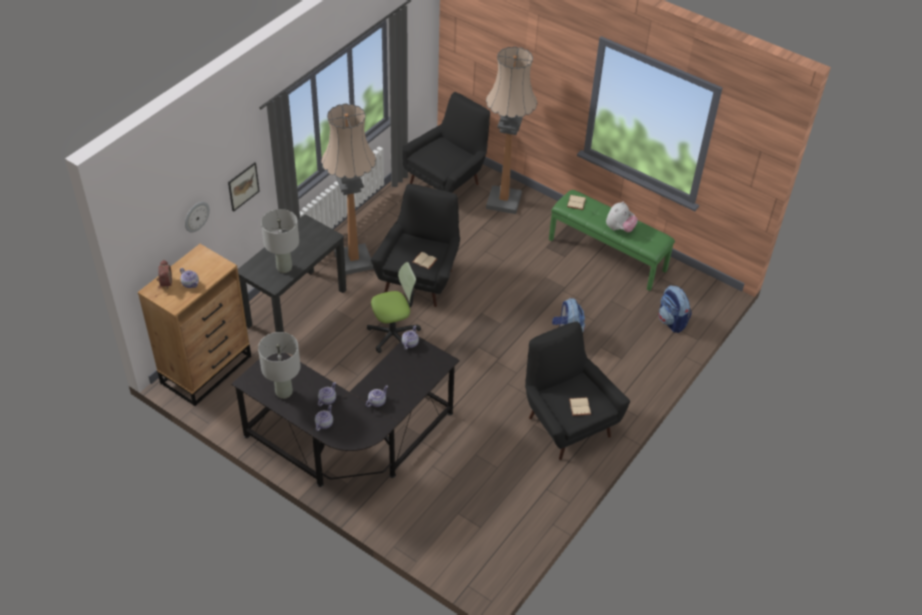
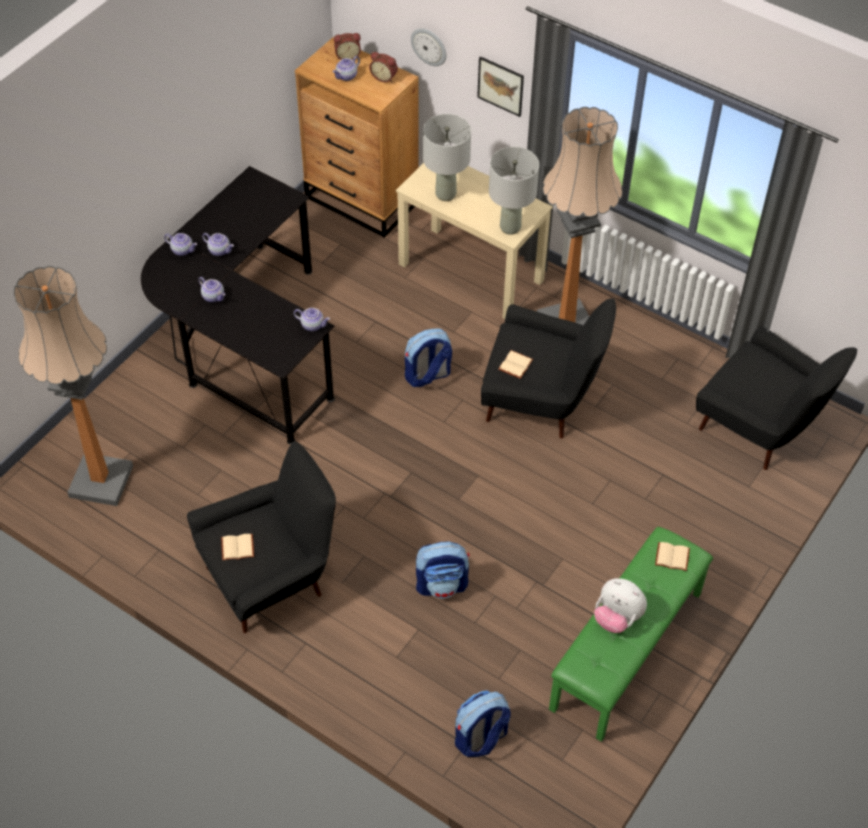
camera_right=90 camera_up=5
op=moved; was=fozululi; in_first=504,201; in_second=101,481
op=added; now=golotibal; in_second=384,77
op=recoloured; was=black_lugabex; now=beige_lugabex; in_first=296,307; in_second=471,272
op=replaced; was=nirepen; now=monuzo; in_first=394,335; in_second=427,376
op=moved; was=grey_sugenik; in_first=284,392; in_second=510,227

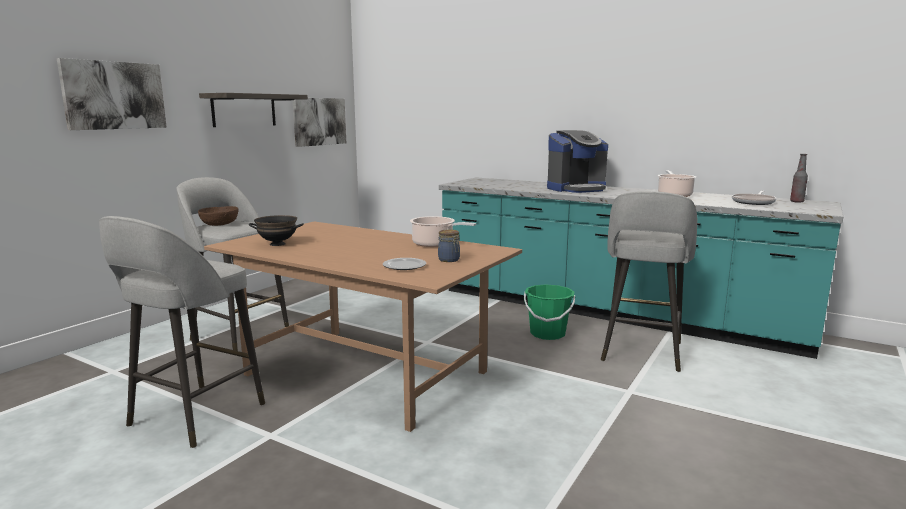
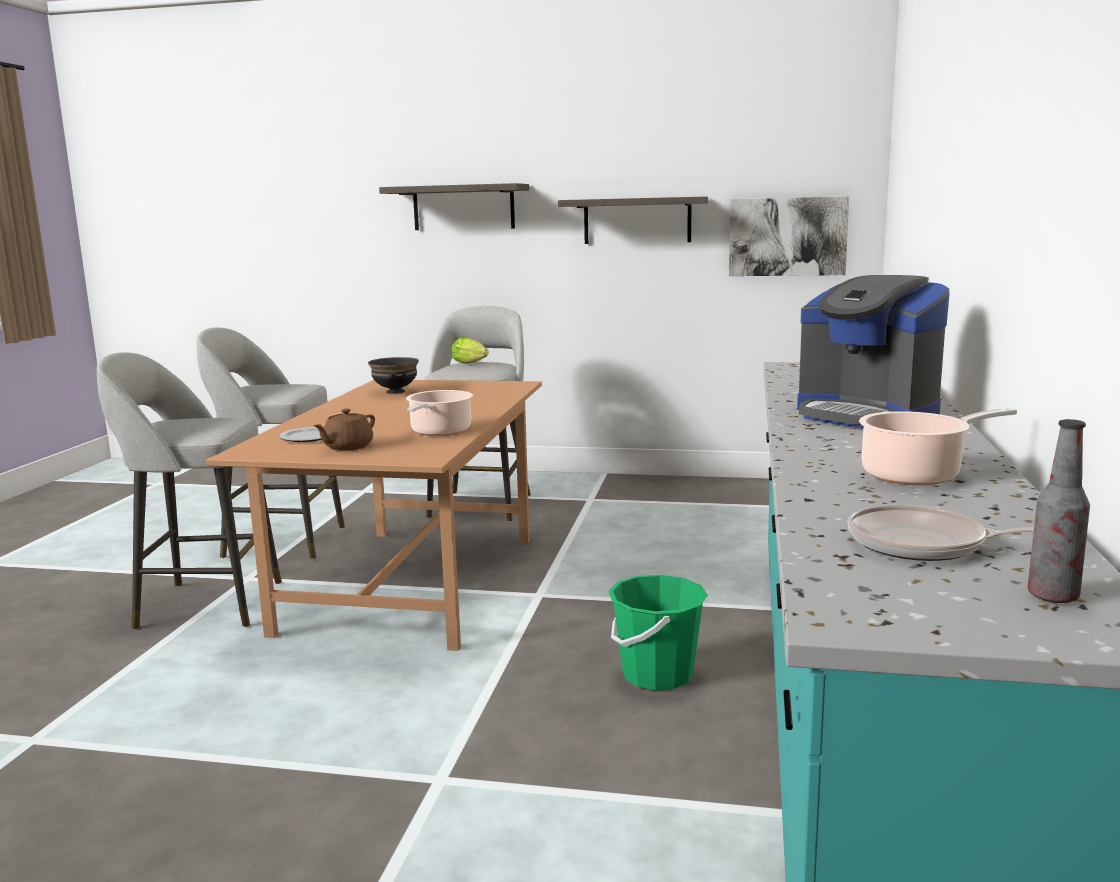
camera_right=70 camera_up=0
op=moved; was=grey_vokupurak; in_first=641,353; in_second=205,604
op=replaced; was=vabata; now=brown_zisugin; in_first=449,260; in_second=347,447
op=replaced; was=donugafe; now=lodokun; in_first=114,95; in_second=463,207
op=replaced; was=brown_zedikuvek; now=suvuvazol; in_first=219,224; in_second=471,363

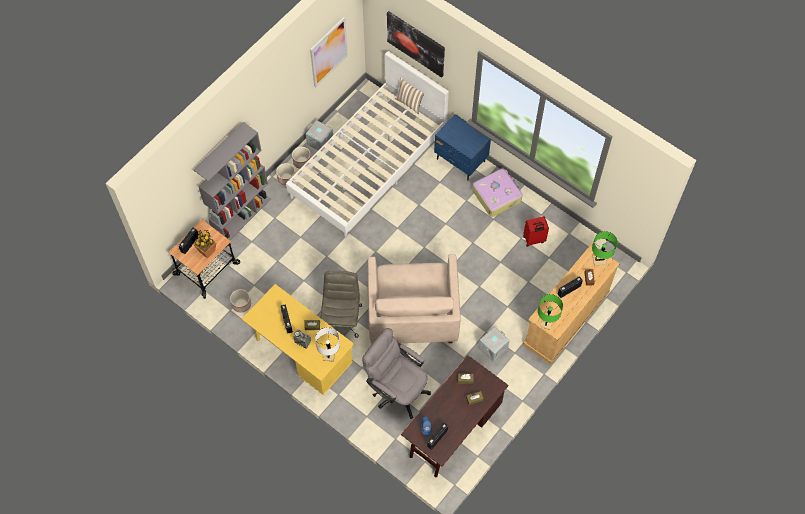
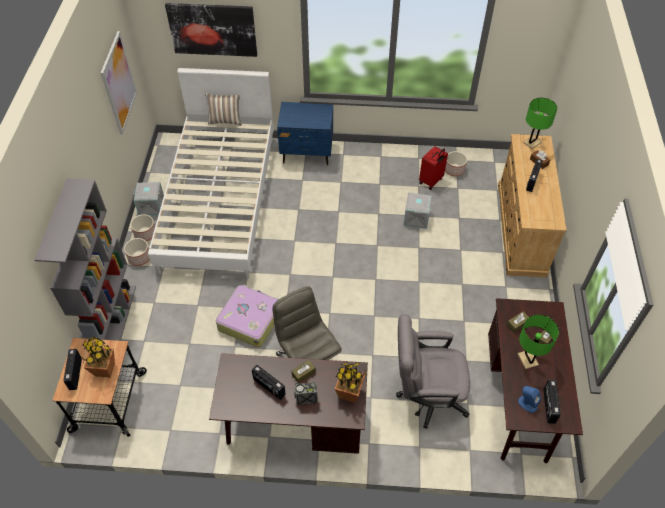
camera_right=-35 camera_up=-10
op=recoloured; was=yellow_lugabex; now=brown_lugabex; in_first=302,355; in_second=293,427
op=moved; was=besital; in_first=497,195; in_second=250,320
op=replaced; was=white_sugenik; now=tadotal; in_first=329,354; in_second=349,392
op=moved; was=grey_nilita; in_first=492,347; in_second=416,218
op=moved; was=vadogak; in_first=241,304; in_second=454,170
op=moved; was=green_sugenik; in_first=546,322; in_second=527,359
op=removed; was=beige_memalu; in_first=412,313

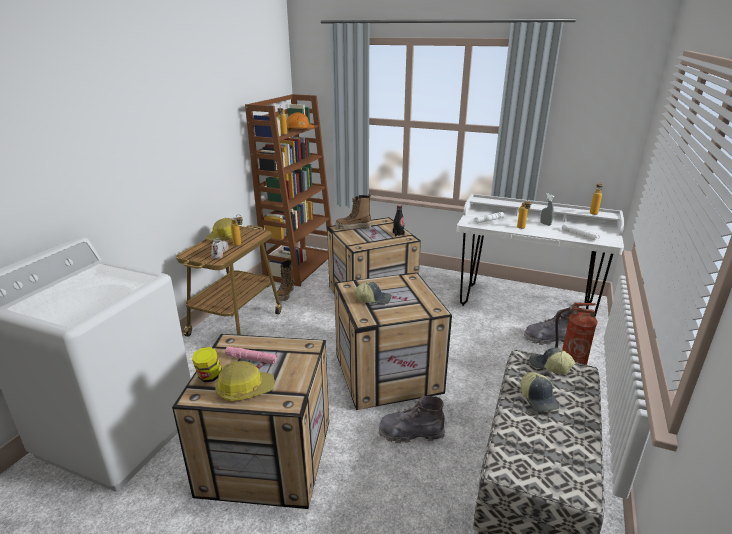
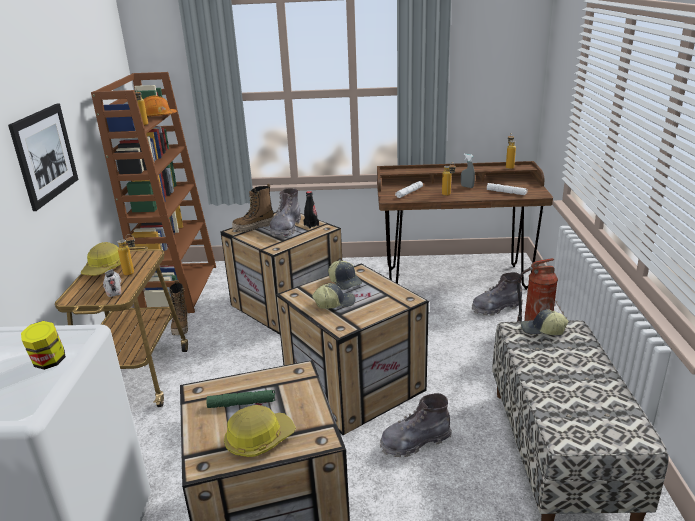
camera_right=-20 camera_up=0
op=added; now=donugafe; in_second=45,155
op=moved; was=vabata; in_first=209,377; in_second=49,362
op=recoloured; was=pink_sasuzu; now=green_sasuzu; in_first=252,359; in_second=242,403
op=added; now=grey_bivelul; in_second=286,228
op=moved; was=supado; in_first=538,399; in_second=345,281
op=recoloured; was=white_lugabex; now=brown_lugabex; in_first=525,305; in_second=455,278

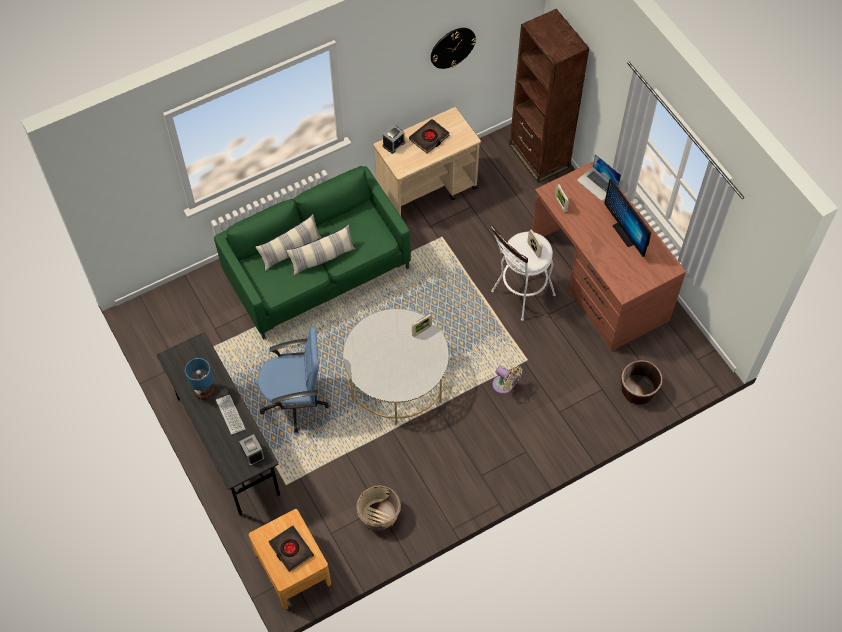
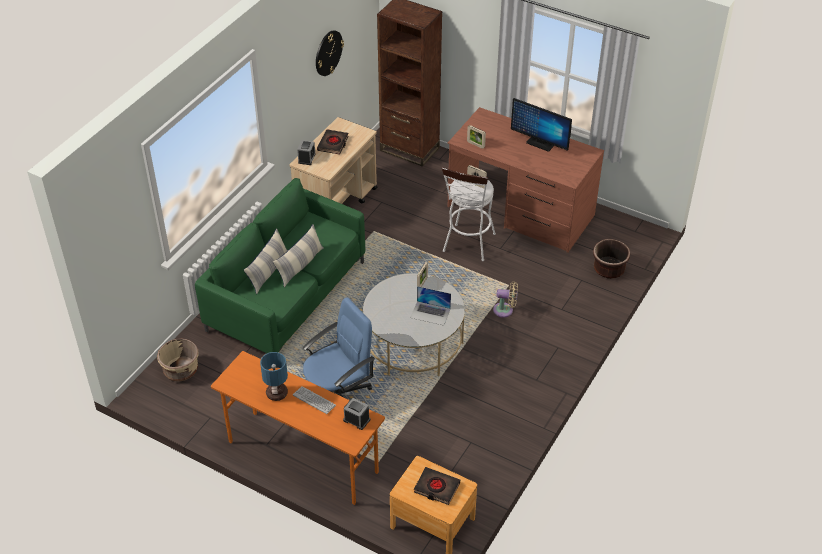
camera_right=-30 camera_up=-15
op=moved; was=beige_vadogak; in_first=379,515; in_second=181,371
op=recoloured; was=grey_lugabex; now=orange_lugabex; in_first=227,445; in_second=302,457
op=moved; was=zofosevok; in_first=597,184; in_second=430,313

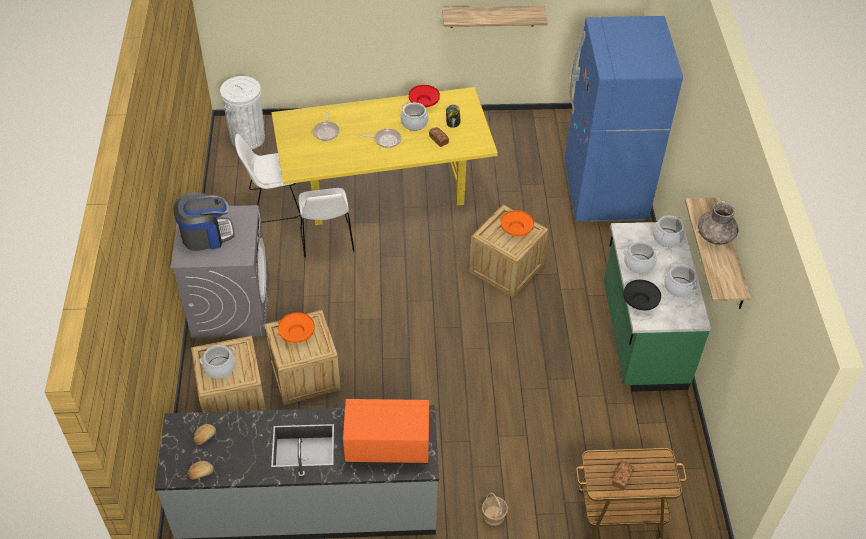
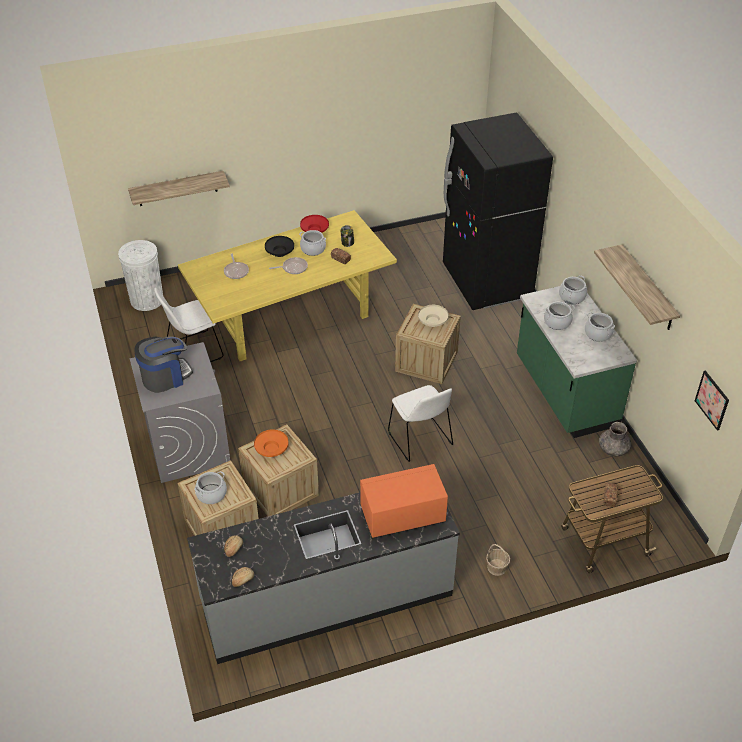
camera_right=-15 camera_up=-5
op=moved; was=lodokun; in_first=492,16; in_second=177,188
op=moved; was=black_zedikuvek; in_first=640,301; in_second=280,252
op=moved; was=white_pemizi; in_first=327,240; in_second=421,440
op=recoloured; was=orange_zedikuvek; now=beige_zedikuvek; in_first=516,229; in_second=432,321
op=recoloured; was=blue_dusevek; now=black_dusevek; in_first=605,192; in_second=487,282
op=moved; was=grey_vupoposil; in_first=715,236; in_second=613,449
op=added; now=donugafe; in_second=712,400

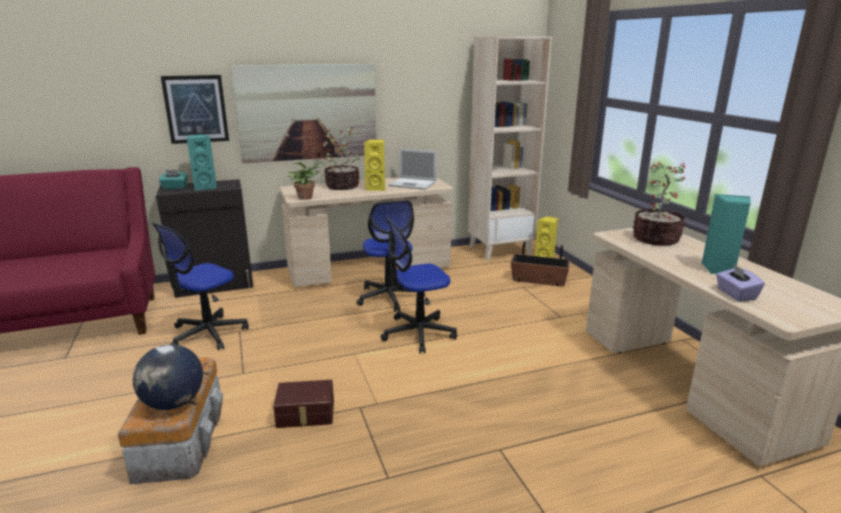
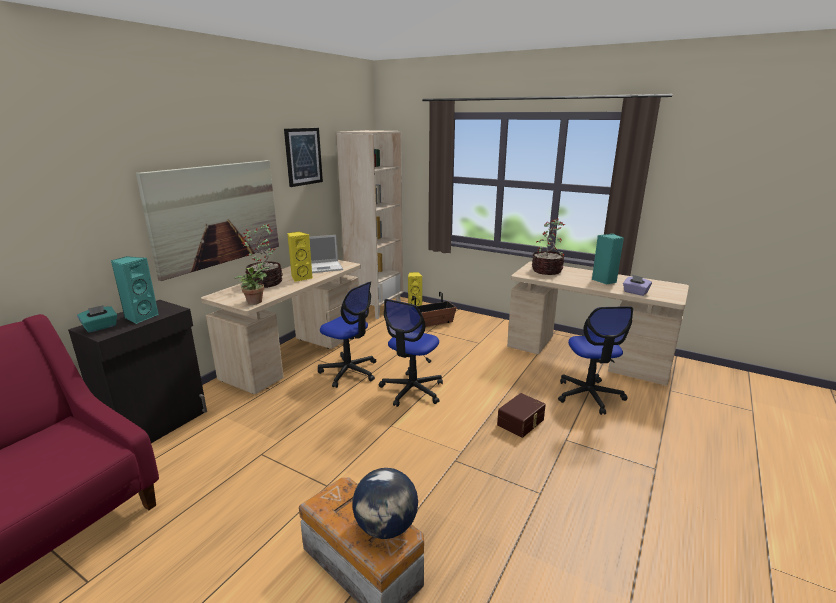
camera_right=-40 camera_up=0
op=moved; was=donugafe; in_first=196,109; in_second=303,156
op=moved; was=brown_nilita; in_first=305,414; in_second=521,422
op=moved; was=nirepen; in_first=207,334; in_second=589,395

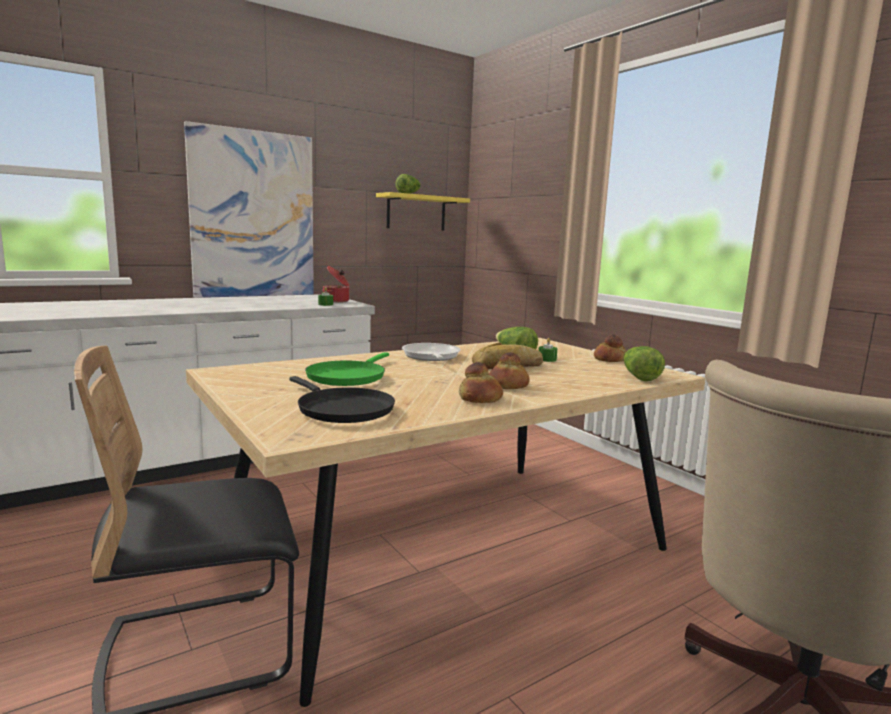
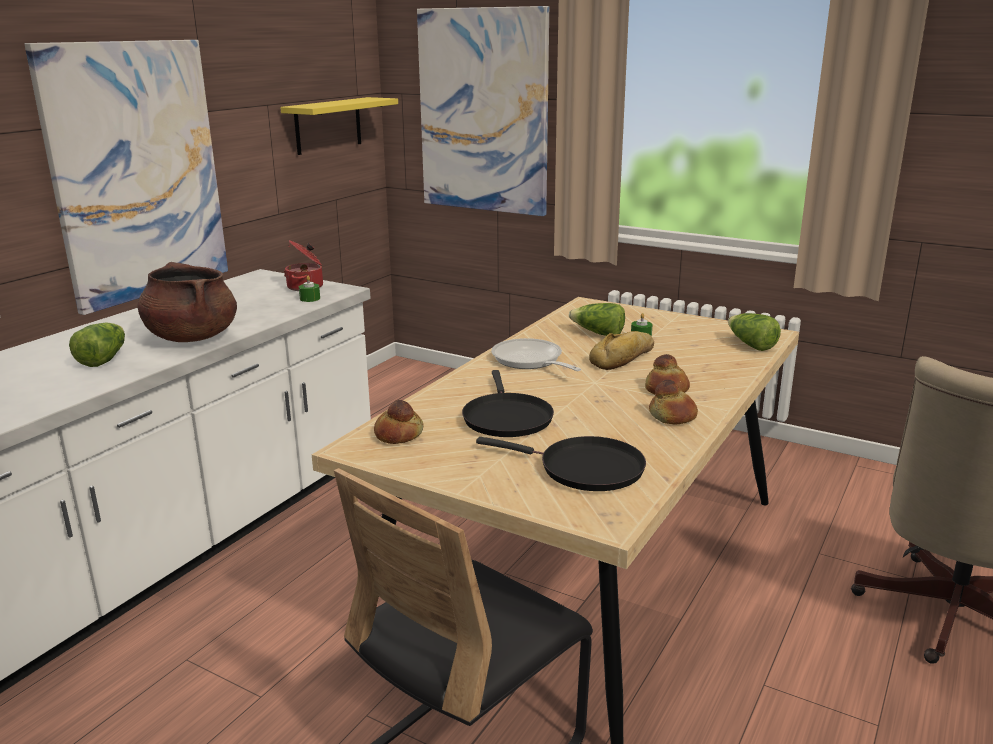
camera_right=-25 camera_up=10
op=moved; was=suvuvazol; in_first=408,194; in_second=103,359
op=added; now=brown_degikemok; in_second=192,337
op=moved; was=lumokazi; in_first=609,359; in_second=398,434
op=added; now=donugafe; in_second=483,112
op=recoloured; was=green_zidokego; now=black_zidokego; in_first=348,377; in_second=506,418

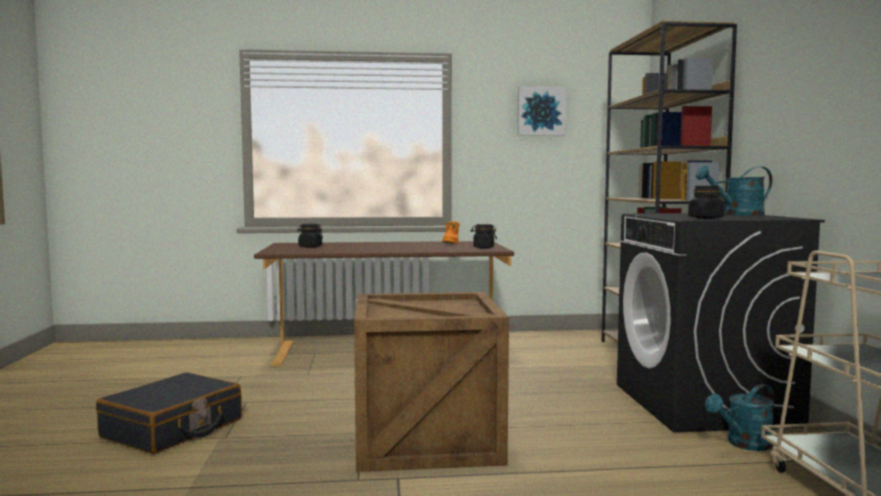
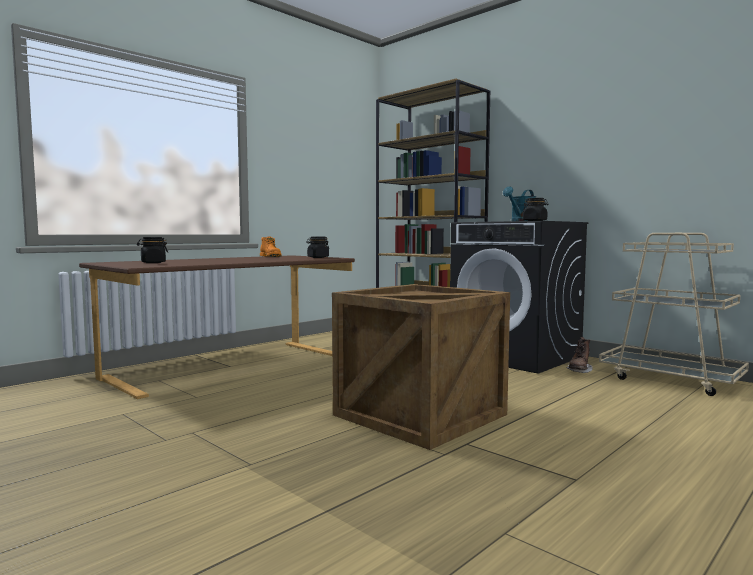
camera_right=-40 camera_up=0
op=replaced; was=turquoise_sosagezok; now=brown_bivelul; in_first=744,444; in_second=579,371
op=removed; was=black_besital; in_first=173,429
op=removed; was=donugafe; in_first=541,111

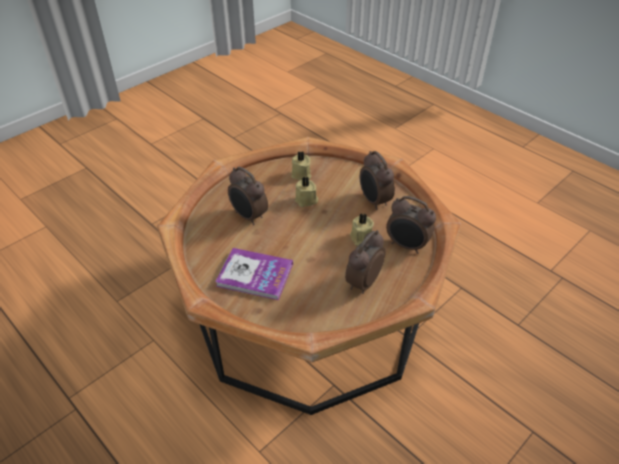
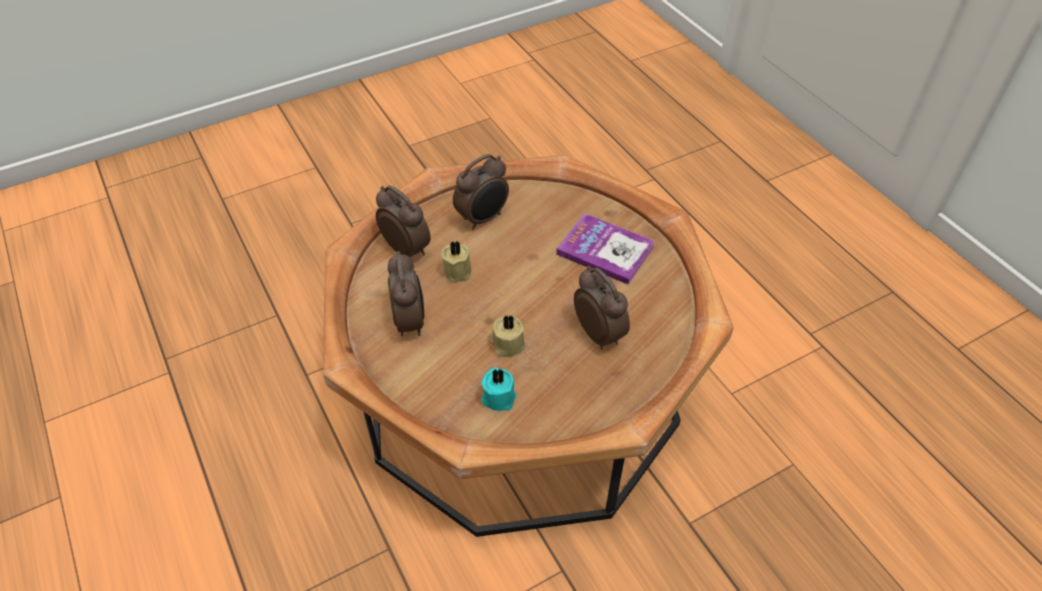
camera_right=-165 camera_up=5
op=recoloured; was=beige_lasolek; now=turquoise_lasolek; in_first=301,175; in_second=498,396

